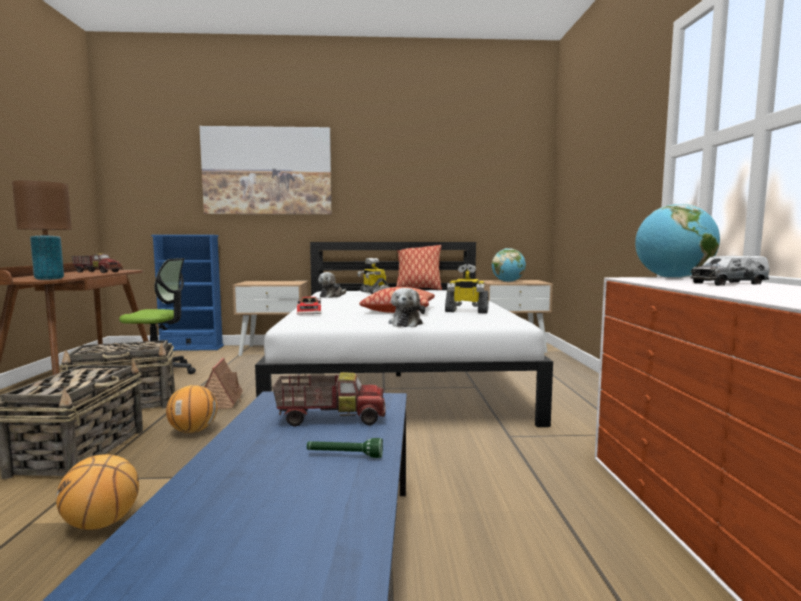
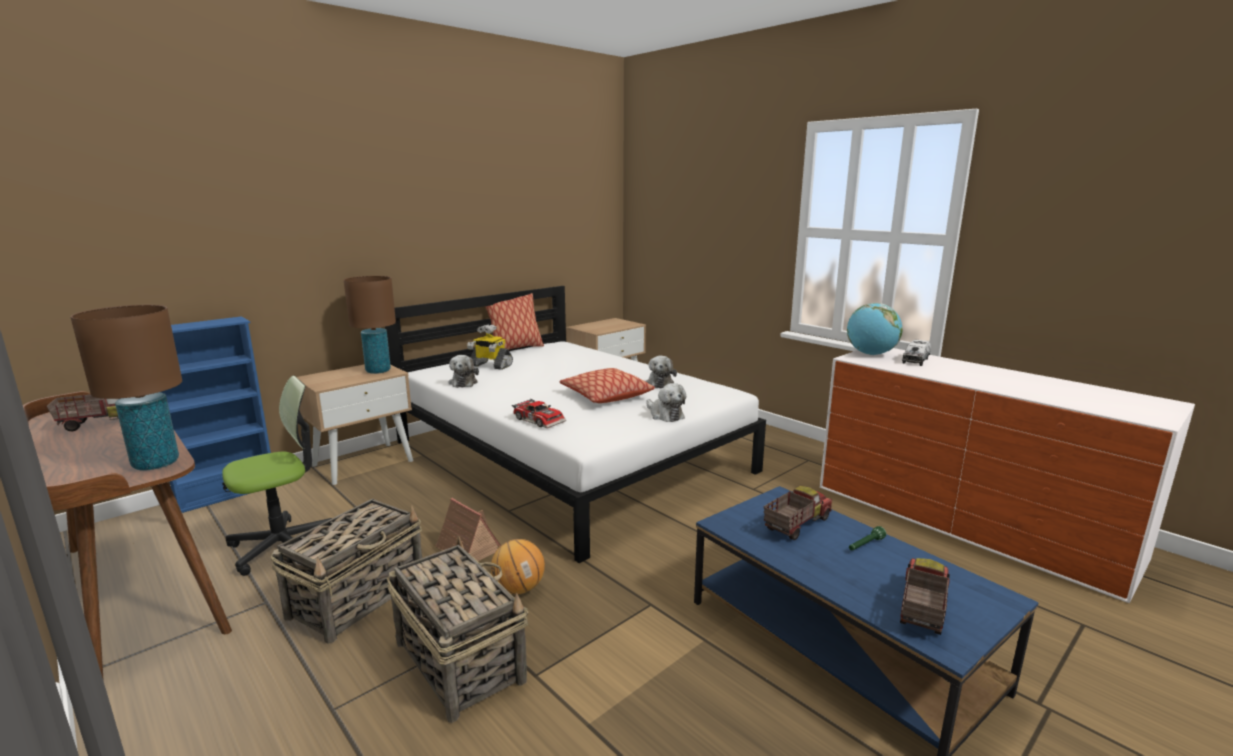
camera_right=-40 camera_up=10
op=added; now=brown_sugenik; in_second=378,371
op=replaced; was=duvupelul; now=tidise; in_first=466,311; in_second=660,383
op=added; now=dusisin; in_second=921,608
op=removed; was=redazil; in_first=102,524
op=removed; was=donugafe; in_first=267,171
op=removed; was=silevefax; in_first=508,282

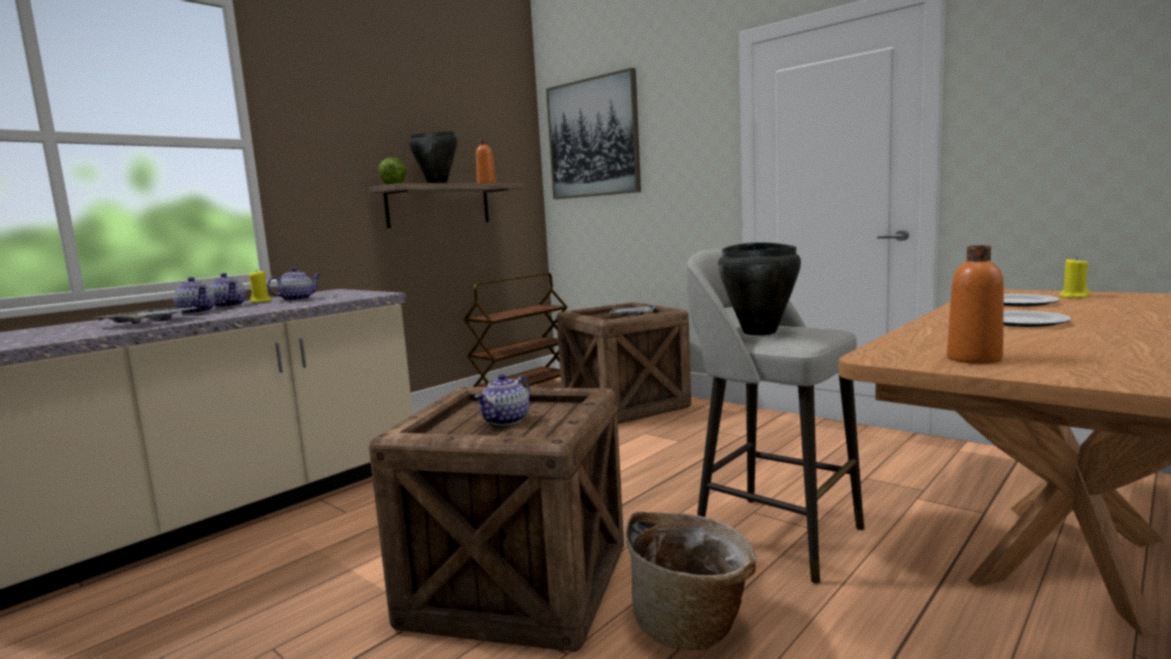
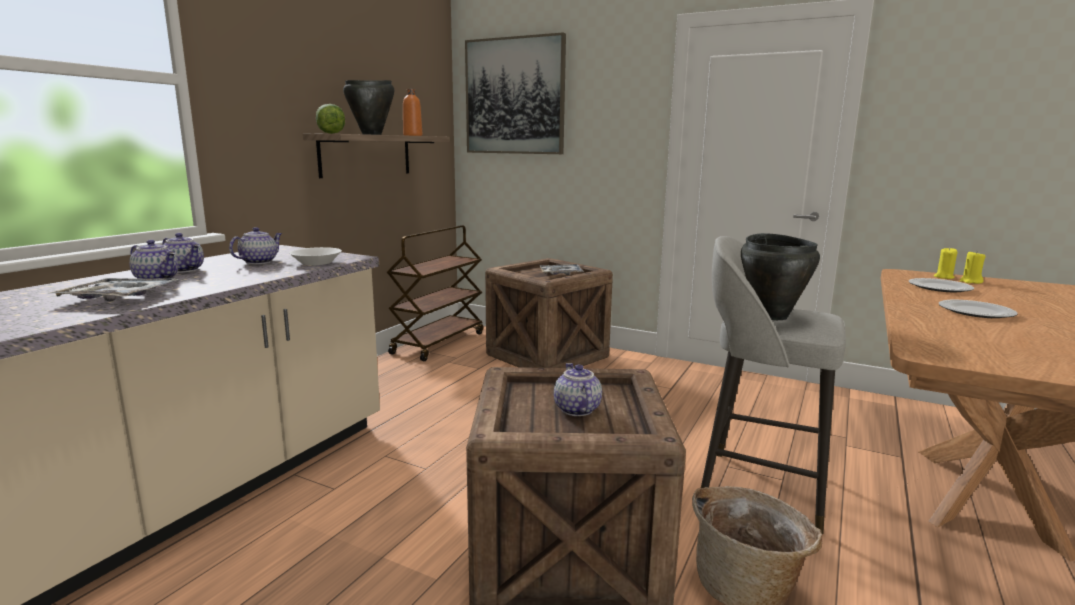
camera_right=-15 camera_up=5
op=added; now=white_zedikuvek; in_second=316,262
op=turned; was=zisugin; in_first=506,421; in_second=575,409; clockwise=150
op=moved; was=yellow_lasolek; in_first=261,301; in_second=943,277
op=removed; was=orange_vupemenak; in_first=974,359

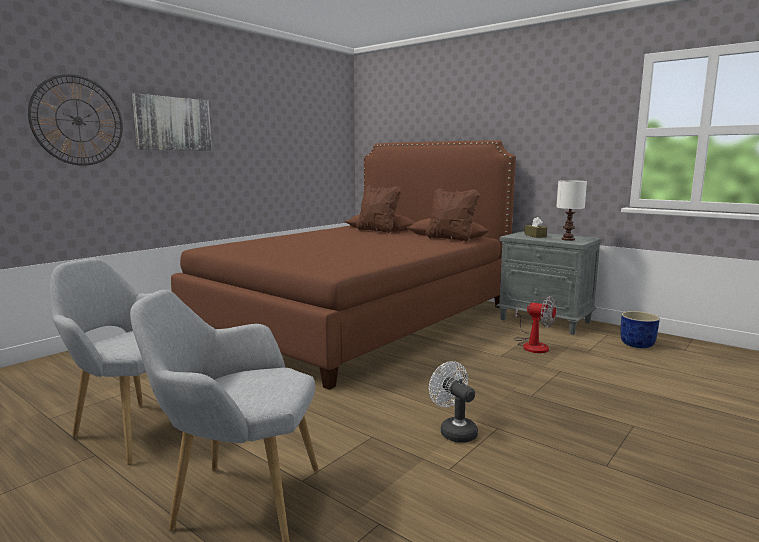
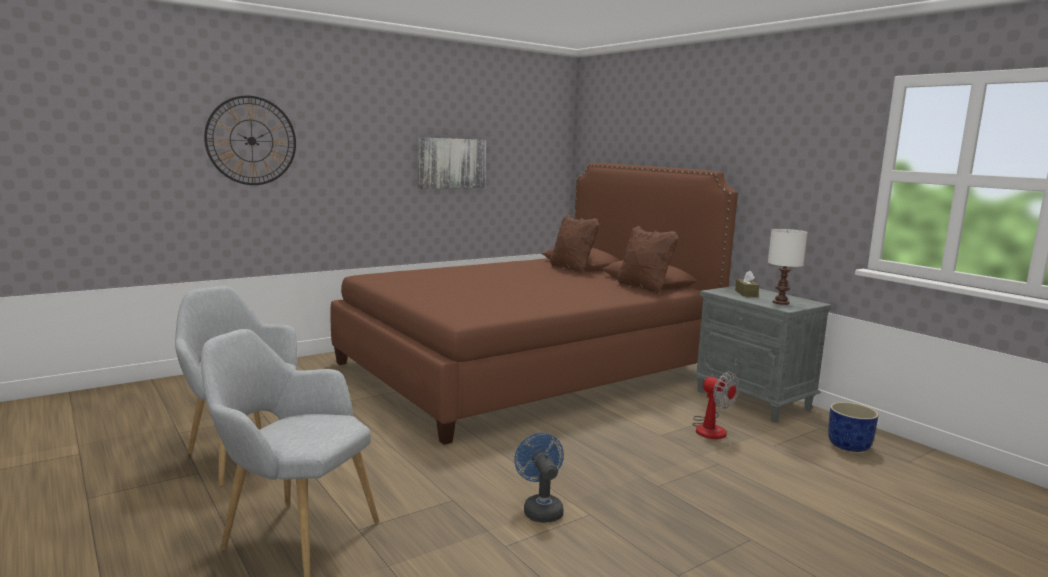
camera_right=15 camera_up=0
op=moved; was=donugafe; in_first=173,124; in_second=451,163
op=recoloured; was=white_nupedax; now=blue_nupedax; in_first=454,431; in_second=540,509

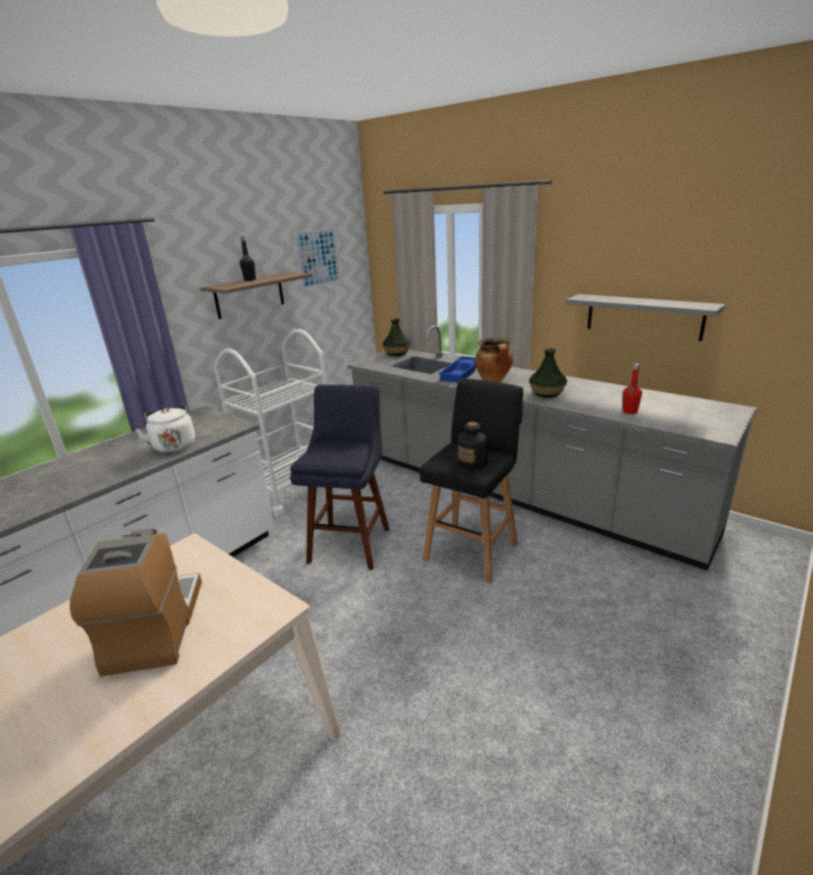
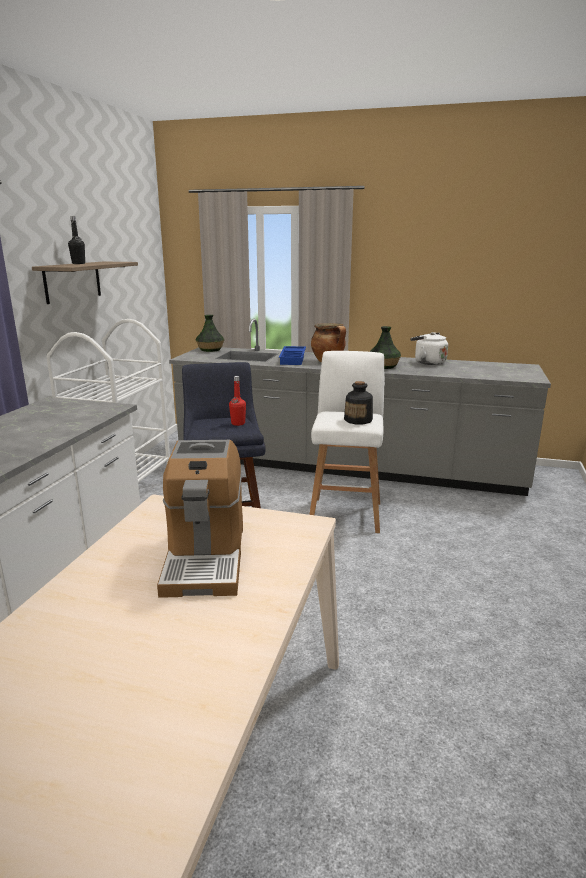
camera_right=-25 camera_up=-5
op=turned; was=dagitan; in_first=155,627; in_second=205,557; clockwise=-150
op=moved; was=red_vupemenak; in_first=630,411; in_second=238,423
op=recoloured; was=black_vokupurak; now=white_vokupurak; in_first=472,550; in_second=345,513
op=moved; was=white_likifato; in_first=174,445; in_second=427,362
op=removed; was=donugafe; in_first=318,258
op=removed; was=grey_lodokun; in_first=643,316

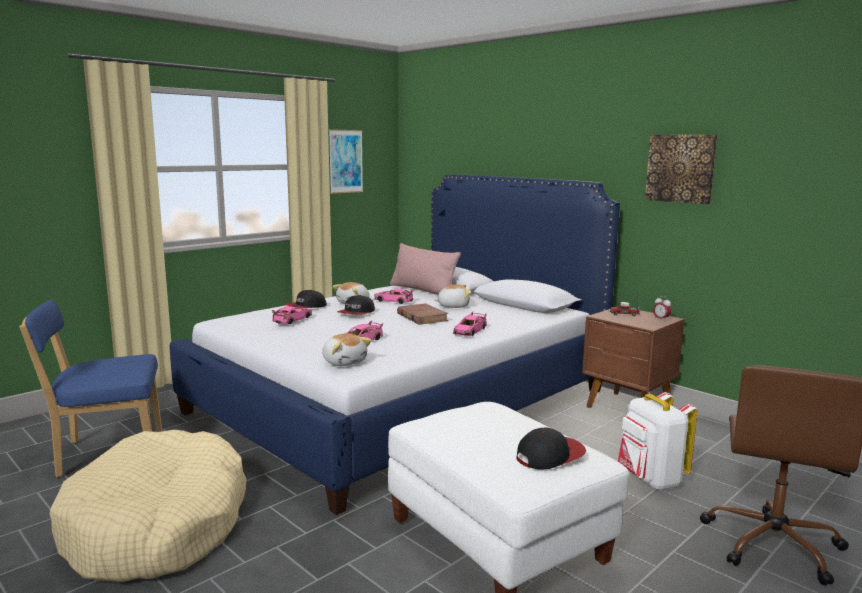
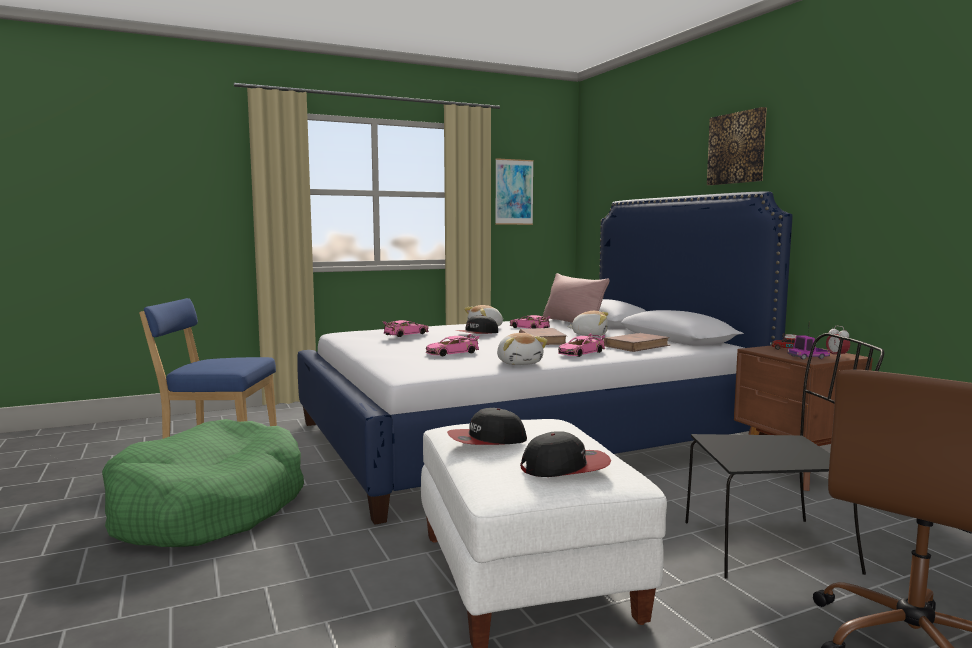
camera_right=20 camera_up=-5
op=recoloured; was=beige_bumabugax; now=green_bumabugax; in_first=158,526; in_second=208,508
op=moved; was=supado; in_first=306,306; in_second=486,440
op=moved; was=tidise; in_first=344,362; in_second=519,363
op=added; now=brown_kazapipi; in_second=636,346
op=replaced; was=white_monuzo; now=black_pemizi; in_first=650,480; in_second=772,547
op=moved; was=donugafe; in_first=681,168; in_second=737,148
op=added; now=dusisin; in_second=808,357

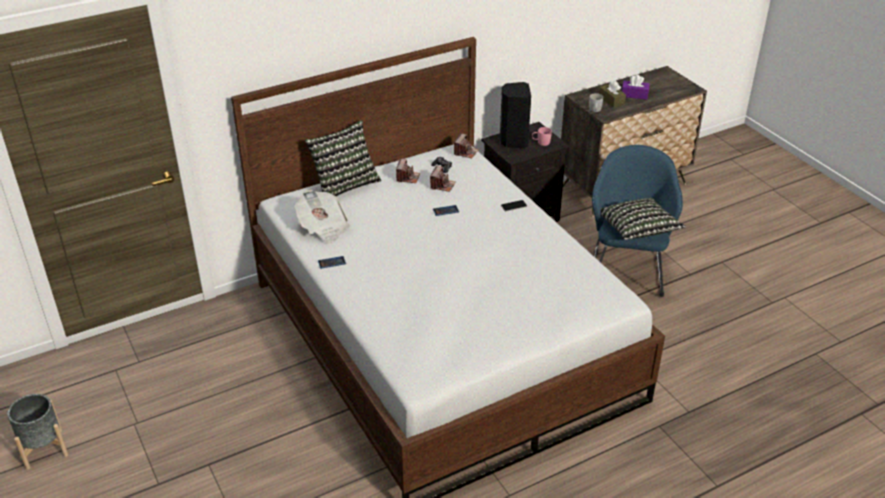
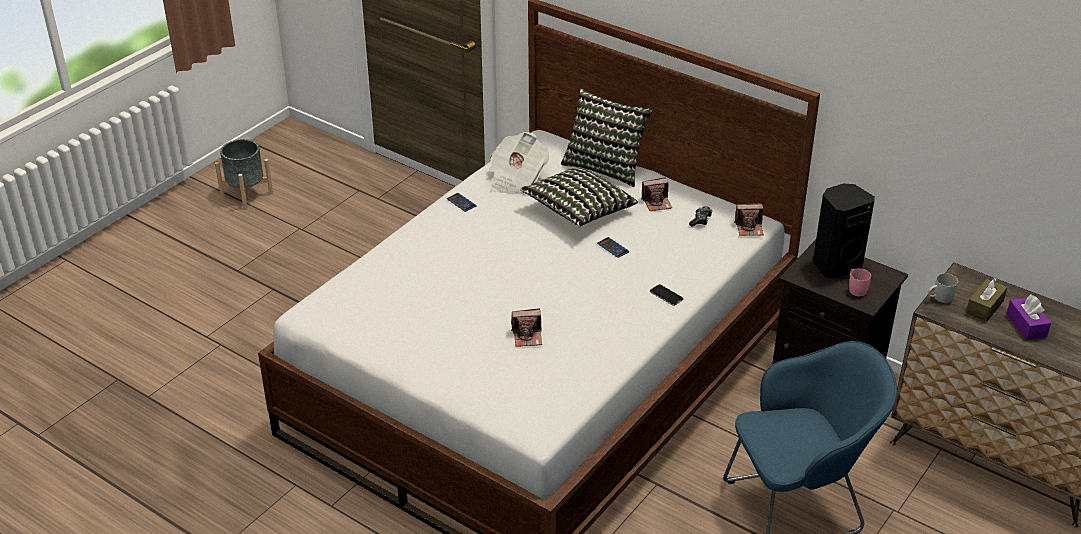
camera_right=65 camera_up=0
op=moved; was=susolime; in_first=442,185; in_second=527,336
op=moved; was=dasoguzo; in_first=638,230; in_second=578,211

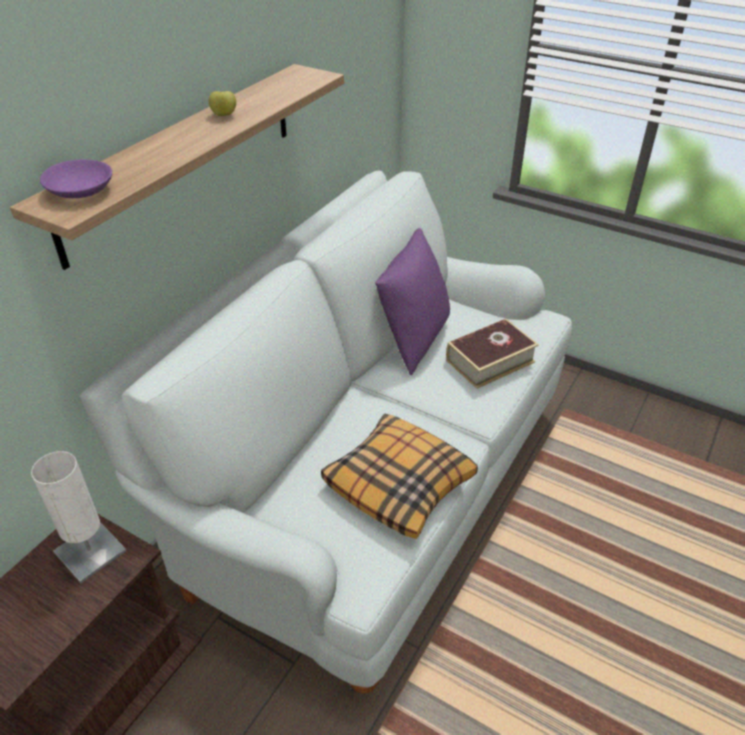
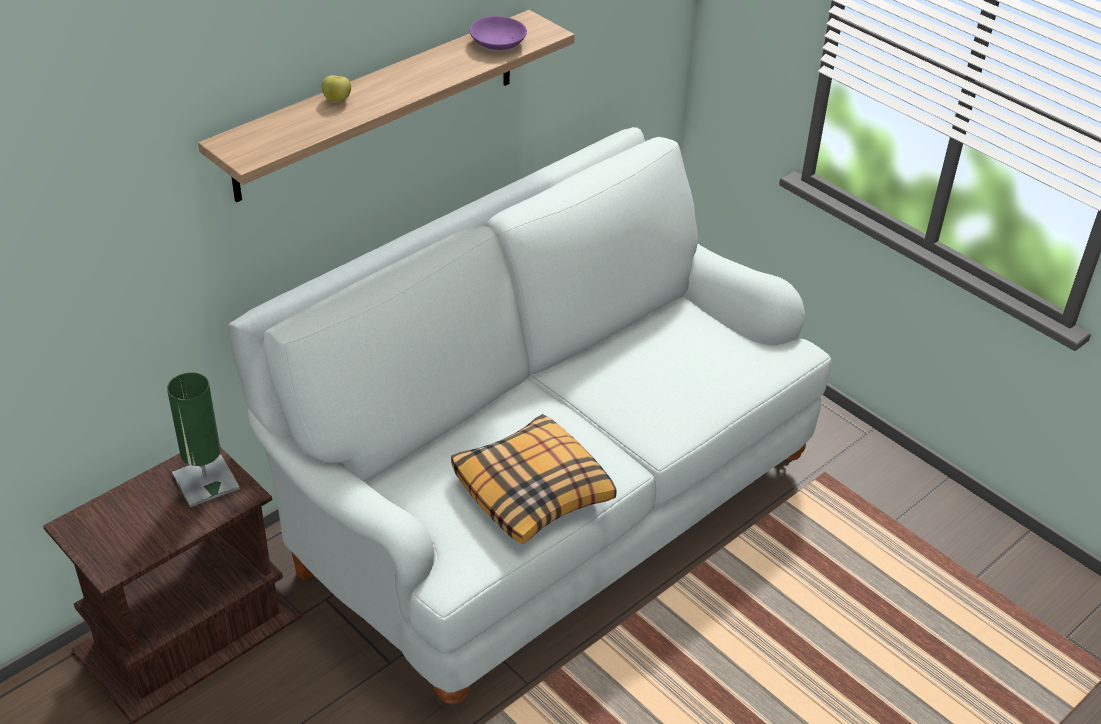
camera_right=15 camera_up=0
op=recoloured; was=white_sugenik; now=green_sugenik; in_first=90,551; in_second=206,481
op=moved; was=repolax; in_first=224,115; in_second=337,100
op=moved; was=purple_zedikuvek; in_first=81,191; in_second=498,43
op=removed; was=purple_dasoguzo; in_first=413,340
op=removed; was=kazapipi; in_first=490,361

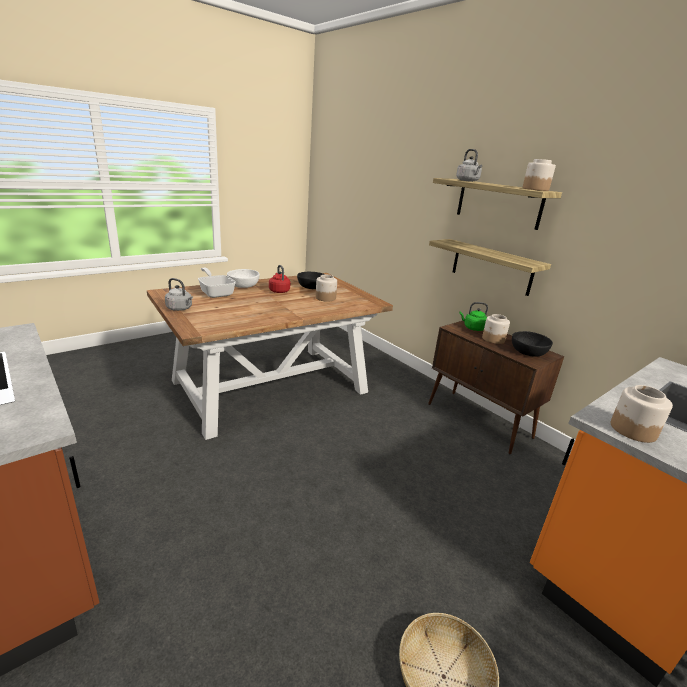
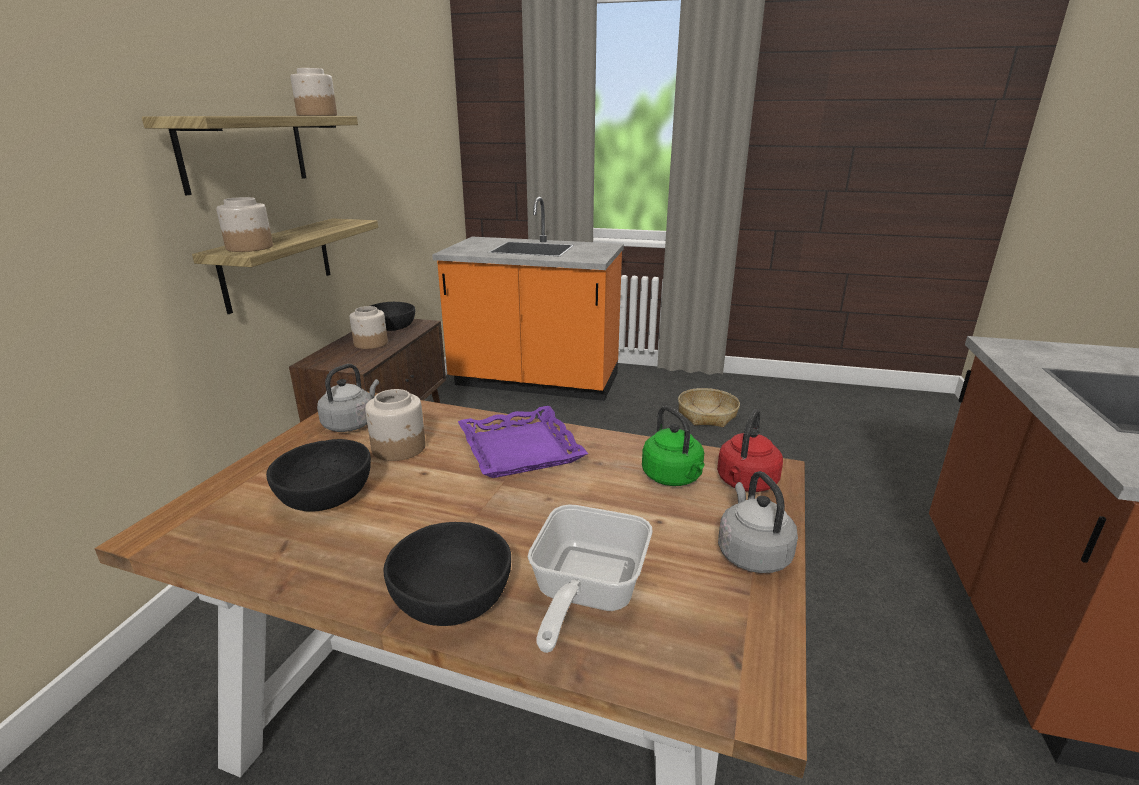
camera_right=-125 camera_up=0
op=moved; was=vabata; in_first=632,429; in_second=249,247
op=moved; was=grey_likifato; in_first=468,181; in_second=351,423
op=recoloured; was=white_zedikuvek; now=black_zedikuvek; in_first=243,285; in_second=453,597
op=added; now=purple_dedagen; in_second=521,449
op=moved; was=green_likifato; in_first=473,328; in_second=673,478
op=moved; was=red_likifato; in_first=279,291; in_second=745,483

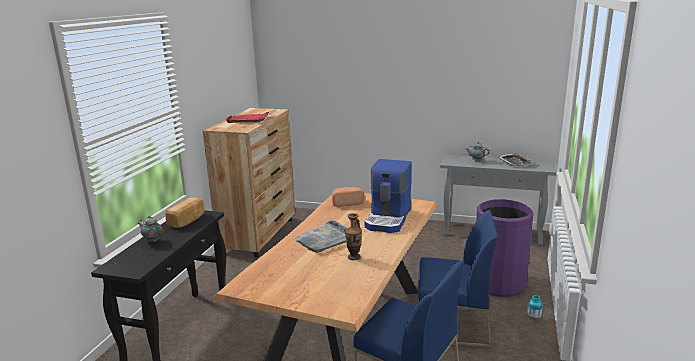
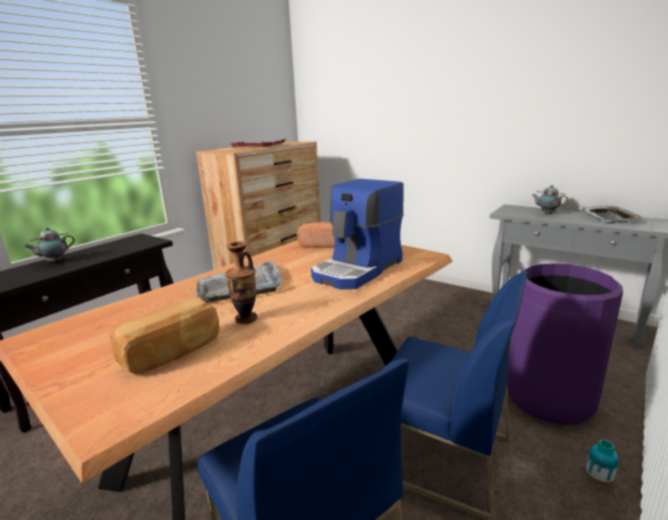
camera_right=20 camera_up=0
op=turned; was=zisugin; in_first=152,241; in_second=54,262; clockwise=-90
op=moved; was=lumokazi; in_first=187,220; in_second=173,353

